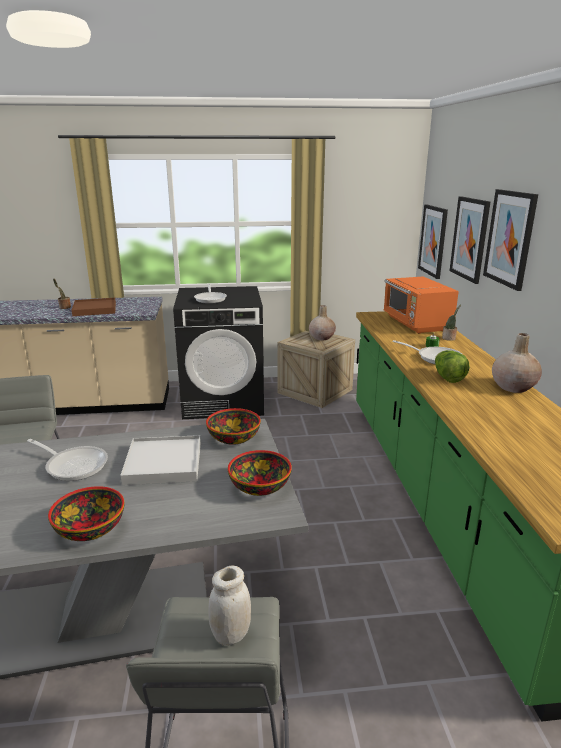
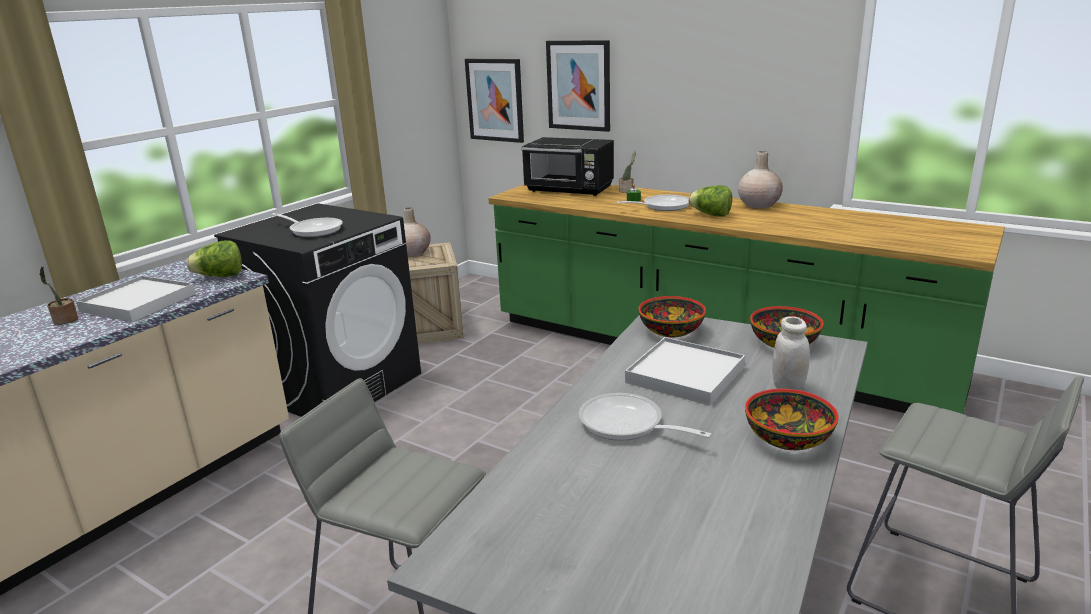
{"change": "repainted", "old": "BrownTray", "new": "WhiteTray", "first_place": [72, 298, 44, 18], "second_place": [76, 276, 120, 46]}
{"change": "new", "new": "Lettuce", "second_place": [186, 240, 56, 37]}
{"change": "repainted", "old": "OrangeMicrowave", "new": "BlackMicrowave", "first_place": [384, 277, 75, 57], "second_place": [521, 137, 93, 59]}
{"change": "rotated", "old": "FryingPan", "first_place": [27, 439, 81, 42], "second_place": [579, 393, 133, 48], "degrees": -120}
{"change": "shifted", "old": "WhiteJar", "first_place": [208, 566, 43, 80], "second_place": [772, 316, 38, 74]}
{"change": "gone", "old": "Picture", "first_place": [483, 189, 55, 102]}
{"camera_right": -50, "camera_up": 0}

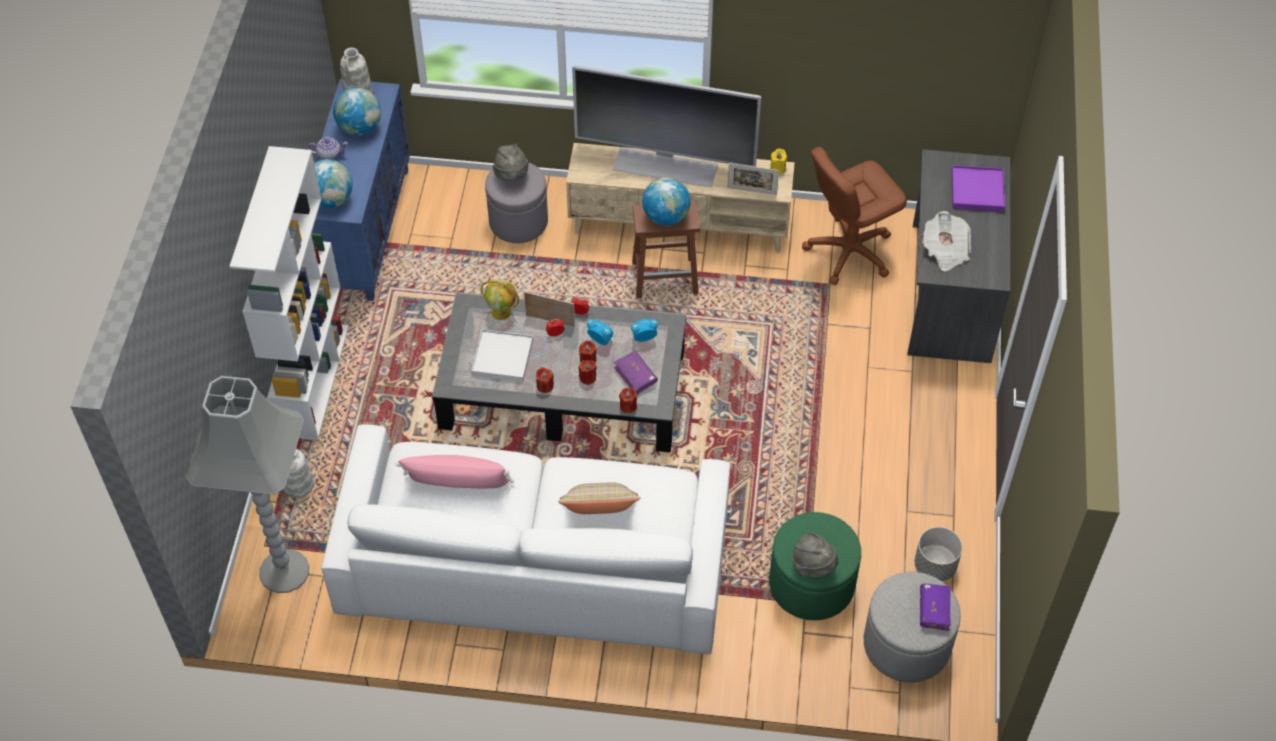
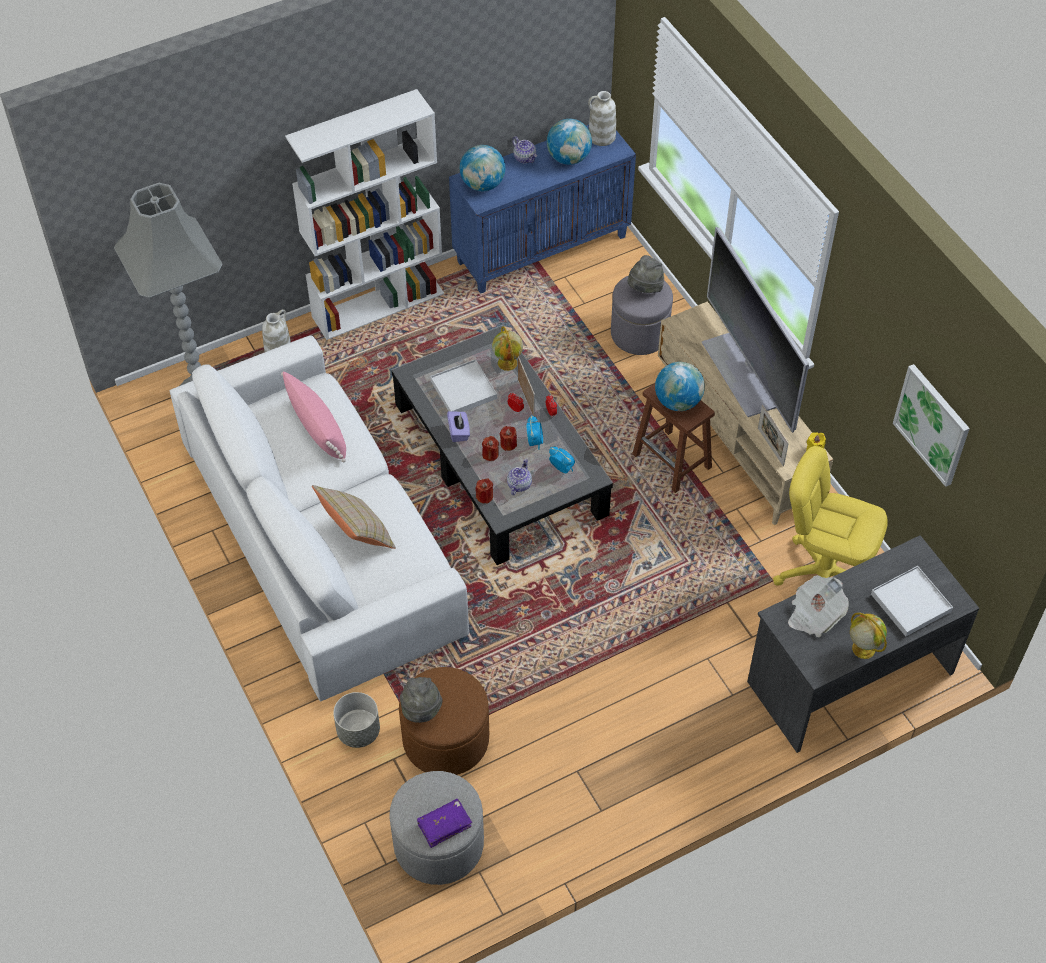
{"change": "shifted", "old": "GreyPlanter", "first_place": [915, 527, 47, 54], "second_place": [333, 692, 47, 56]}
{"change": "repainted", "old": "GreenOttoman", "new": "BrownOttoman", "first_place": [769, 512, 92, 108], "second_place": [399, 667, 90, 108]}
{"change": "swapped", "old": "RedCandle", "new": "PurpleTissueBox", "first_place": [536, 367, 18, 26], "second_place": [447, 411, 23, 31]}
{"change": "swapped", "old": "PurpleBook", "new": "Teapot", "first_place": [614, 351, 44, 44], "second_place": [507, 458, 25, 37]}
{"change": "repainted", "old": "BrownOfficeChair", "new": "YellowOfficeChair", "first_place": [802, 147, 105, 138], "second_place": [773, 446, 115, 140]}
{"change": "new", "new": "Globe", "second_place": [850, 612, 37, 47]}
{"change": "repainted", "old": "PurpleTray", "new": "WhiteTray", "first_place": [952, 165, 53, 47], "second_place": [871, 566, 82, 70]}
{"change": "new", "new": "Picture", "second_place": [893, 364, 77, 123]}
{"camera_right": 55, "camera_up": 0}

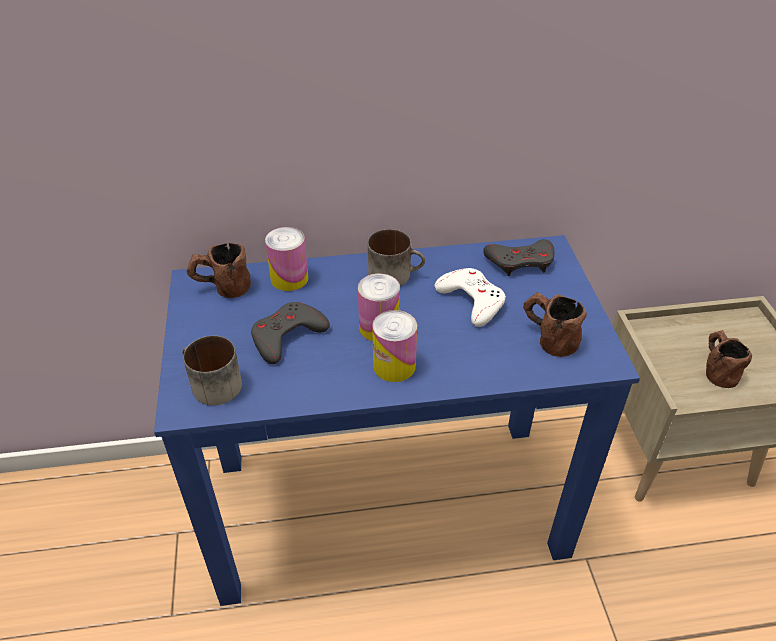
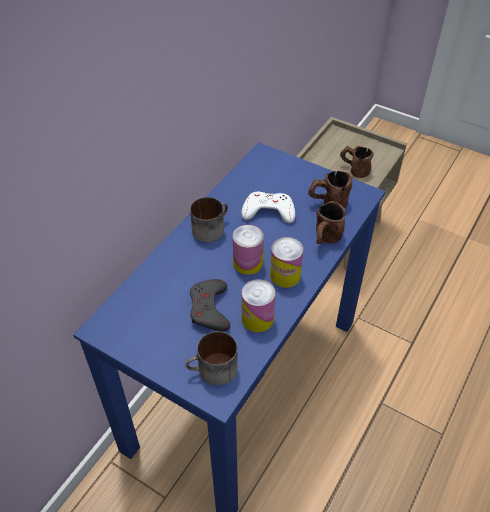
{"change": "shifted", "old": "Can", "first_place": [265, 227, 43, 64], "second_place": [242, 279, 33, 53]}
{"change": "shifted", "old": "BrownMug", "first_place": [187, 243, 64, 55], "second_place": [316, 201, 30, 43]}
{"change": "gone", "old": "GreyGameController", "first_place": [483, 239, 71, 37]}
{"camera_right": -50, "camera_up": 5}

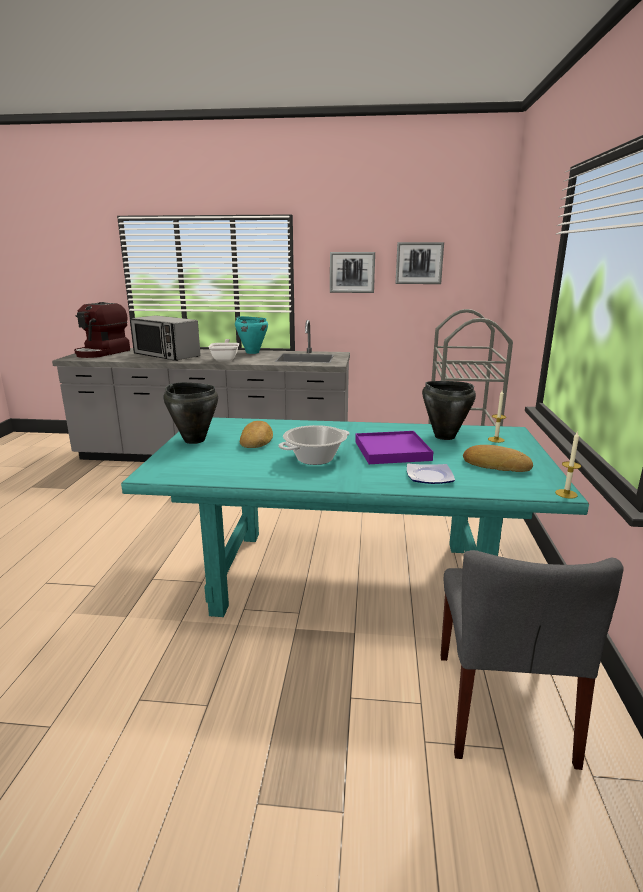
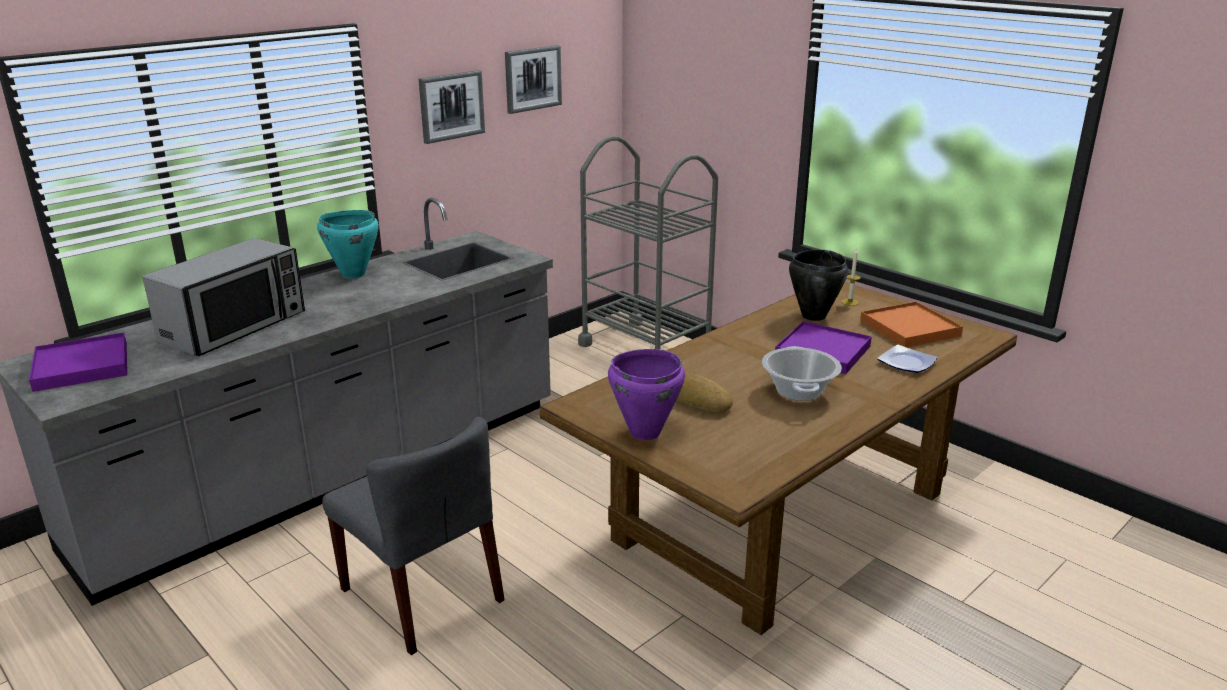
{"change": "swapped", "old": "CoffeeMachine", "new": "PurpleTray", "first_place": [74, 302, 56, 56], "second_place": [29, 332, 98, 60]}
{"change": "rotated", "old": "Microwave", "first_place": [130, 315, 71, 46], "second_place": [143, 238, 162, 118], "degrees": -45}
{"change": "shifted", "old": "GreyChair", "first_place": [441, 550, 183, 220], "second_place": [322, 417, 183, 238]}
{"change": "repainted", "old": "TurquoiseDiningTable", "new": "BrownDiningTable", "first_place": [121, 417, 468, 200], "second_place": [540, 282, 477, 353]}
{"change": "repainted", "old": "BlackCookingPot", "new": "PurpleCookingPot", "first_place": [163, 382, 55, 62], "second_place": [608, 349, 77, 91]}
{"change": "swapped", "old": "Bread", "new": "OrangeTray", "first_place": [463, 445, 70, 27], "second_place": [860, 301, 103, 47]}
{"change": "gone", "old": "FryingPan", "first_place": [208, 339, 31, 22]}
{"change": "gone", "old": "Candle", "first_place": [555, 431, 26, 68]}
{"camera_right": -50, "camera_up": 5}

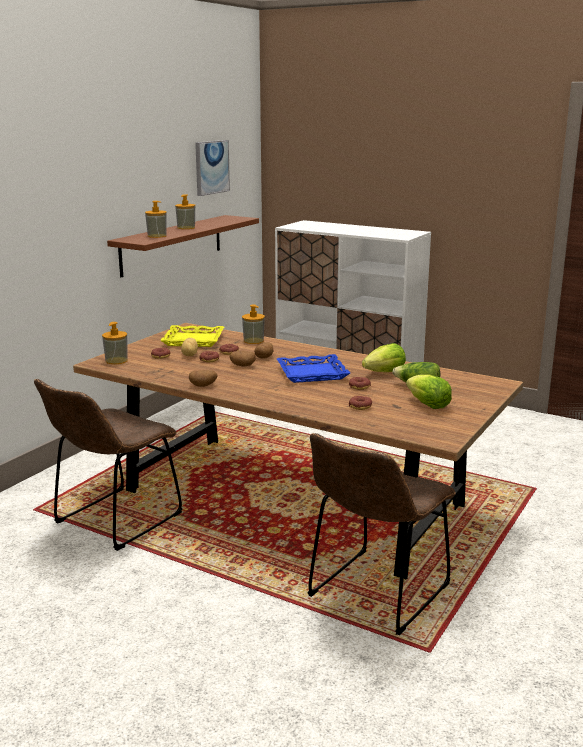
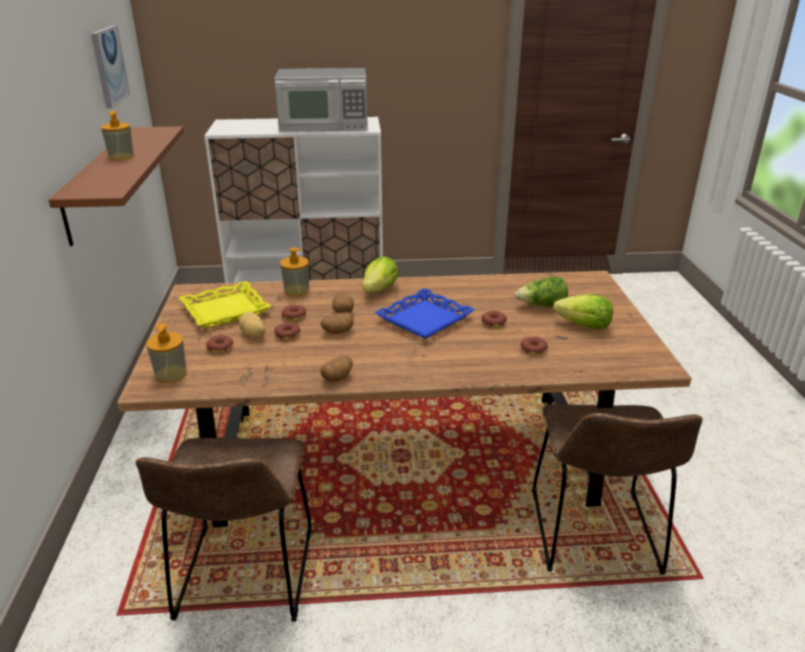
{"change": "new", "new": "Microwave", "second_place": [274, 68, 94, 64]}
{"change": "shifted", "old": "Lettuce", "first_place": [362, 343, 44, 29], "second_place": [363, 256, 36, 37]}
{"change": "gone", "old": "SoapDispenser", "first_place": [145, 201, 22, 37]}
{"camera_right": -35, "camera_up": 10}

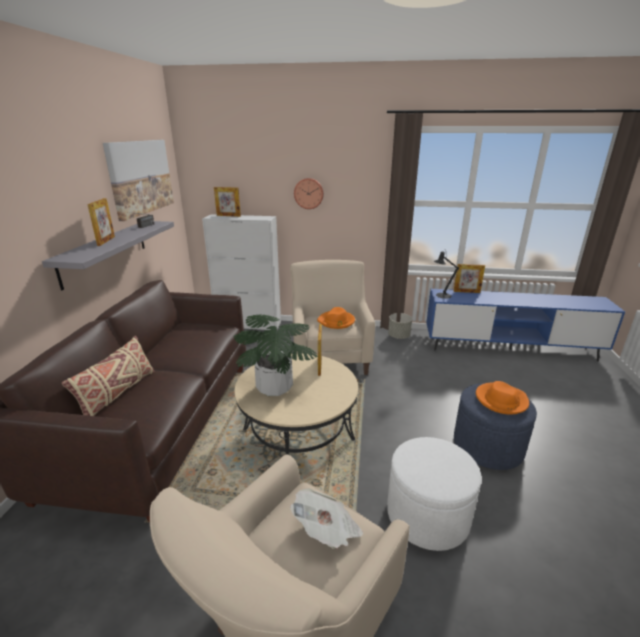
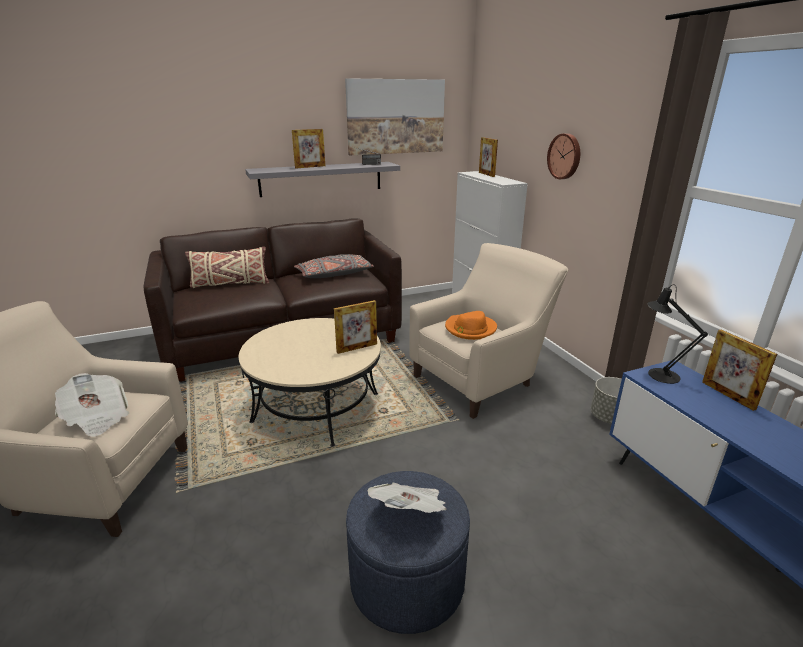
{"change": "new", "new": "GreyPillow", "second_place": [294, 254, 80, 24]}
{"change": "swapped", "old": "OrangeHat", "new": "Newspaper", "first_place": [476, 381, 53, 34], "second_place": [368, 482, 78, 31]}
{"change": "gone", "old": "PottedPlant", "first_place": [233, 315, 85, 81]}
{"change": "gone", "old": "WhiteOttoman", "first_place": [387, 437, 95, 114]}
{"camera_right": 60, "camera_up": 0}

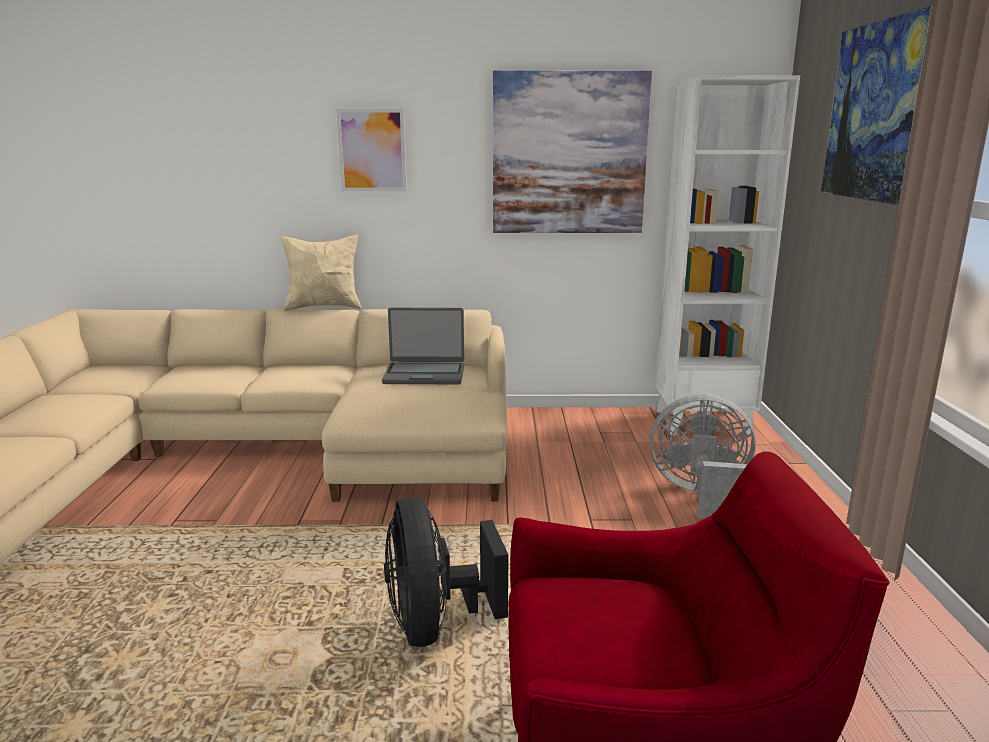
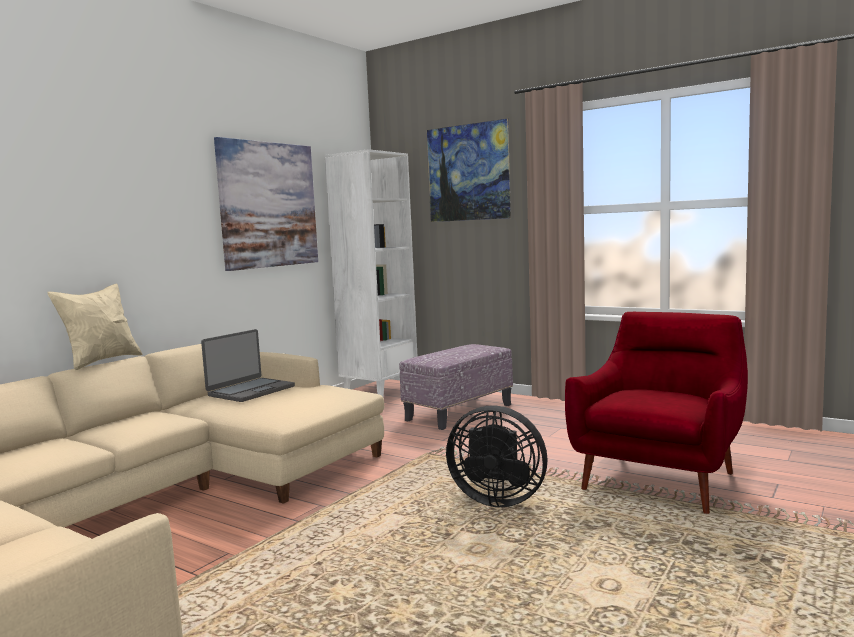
{"change": "swapped", "old": "GreyFan", "new": "Ottoman", "first_place": [649, 394, 107, 124], "second_place": [399, 344, 114, 86]}
{"change": "gone", "old": "Picture", "first_place": [336, 109, 71, 82]}
{"camera_right": -55, "camera_up": -10}

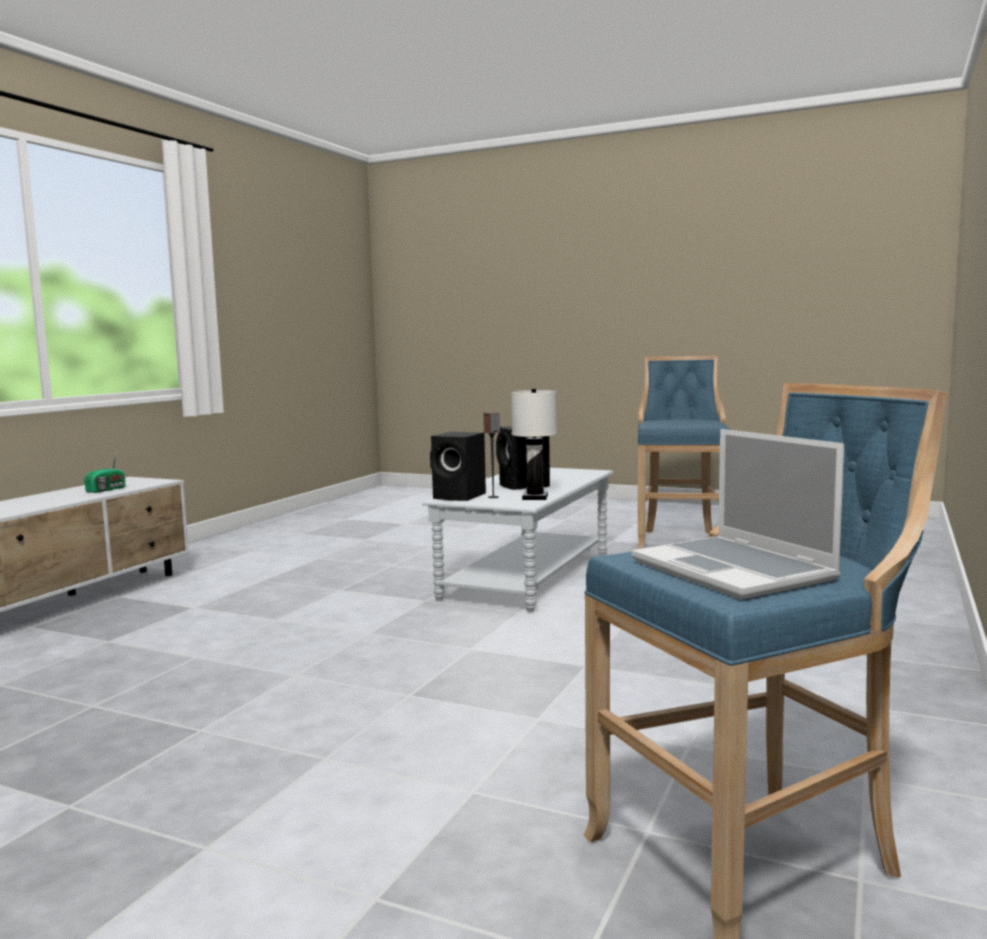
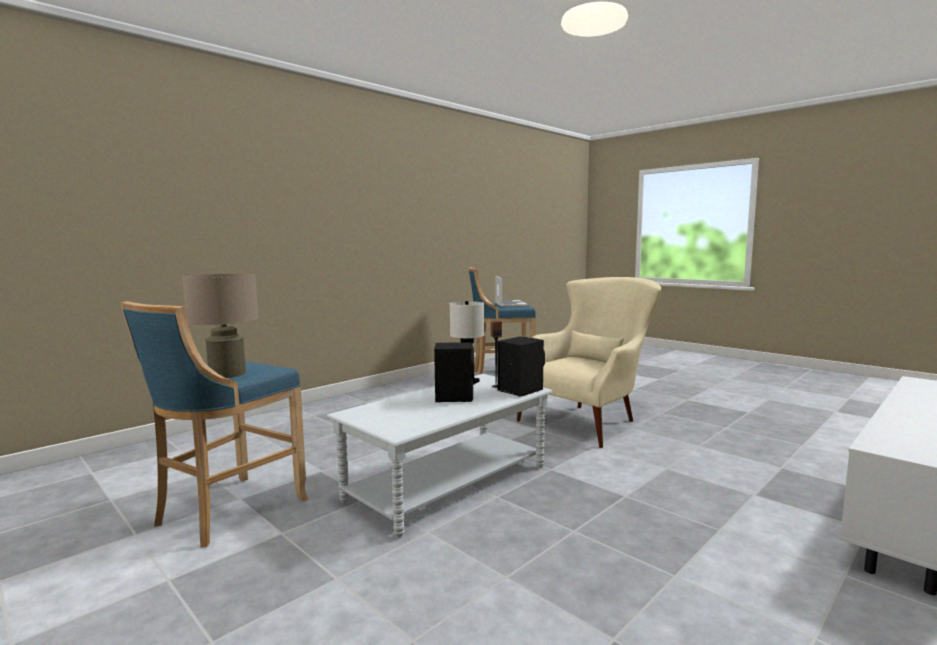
{"change": "new", "new": "BeigeTableLamp", "second_place": [182, 274, 76, 104]}
{"change": "new", "new": "BeigeArmchair", "second_place": [517, 277, 144, 171]}
{"change": "gone", "old": "Radio", "first_place": [84, 454, 42, 39]}
{"camera_right": -160, "camera_up": 0}

